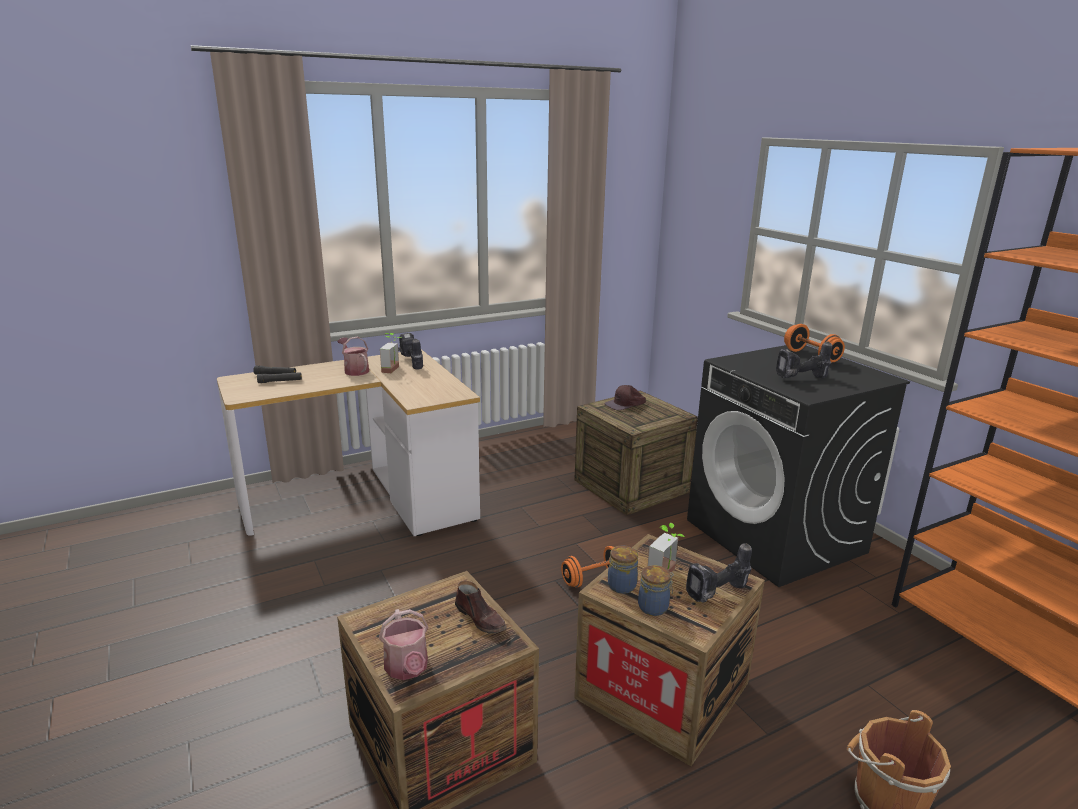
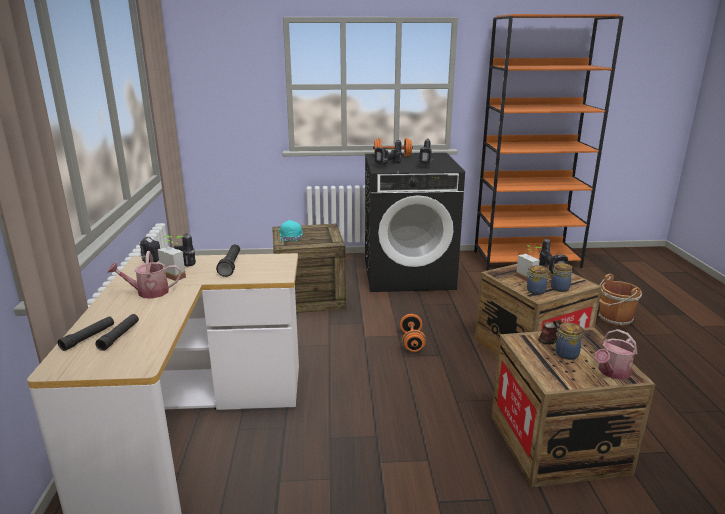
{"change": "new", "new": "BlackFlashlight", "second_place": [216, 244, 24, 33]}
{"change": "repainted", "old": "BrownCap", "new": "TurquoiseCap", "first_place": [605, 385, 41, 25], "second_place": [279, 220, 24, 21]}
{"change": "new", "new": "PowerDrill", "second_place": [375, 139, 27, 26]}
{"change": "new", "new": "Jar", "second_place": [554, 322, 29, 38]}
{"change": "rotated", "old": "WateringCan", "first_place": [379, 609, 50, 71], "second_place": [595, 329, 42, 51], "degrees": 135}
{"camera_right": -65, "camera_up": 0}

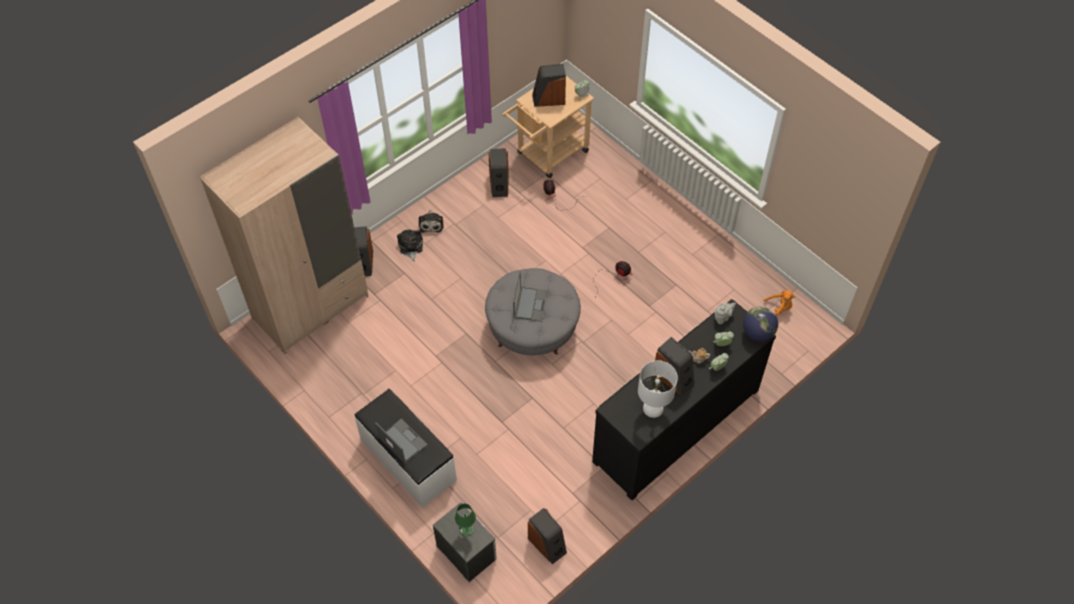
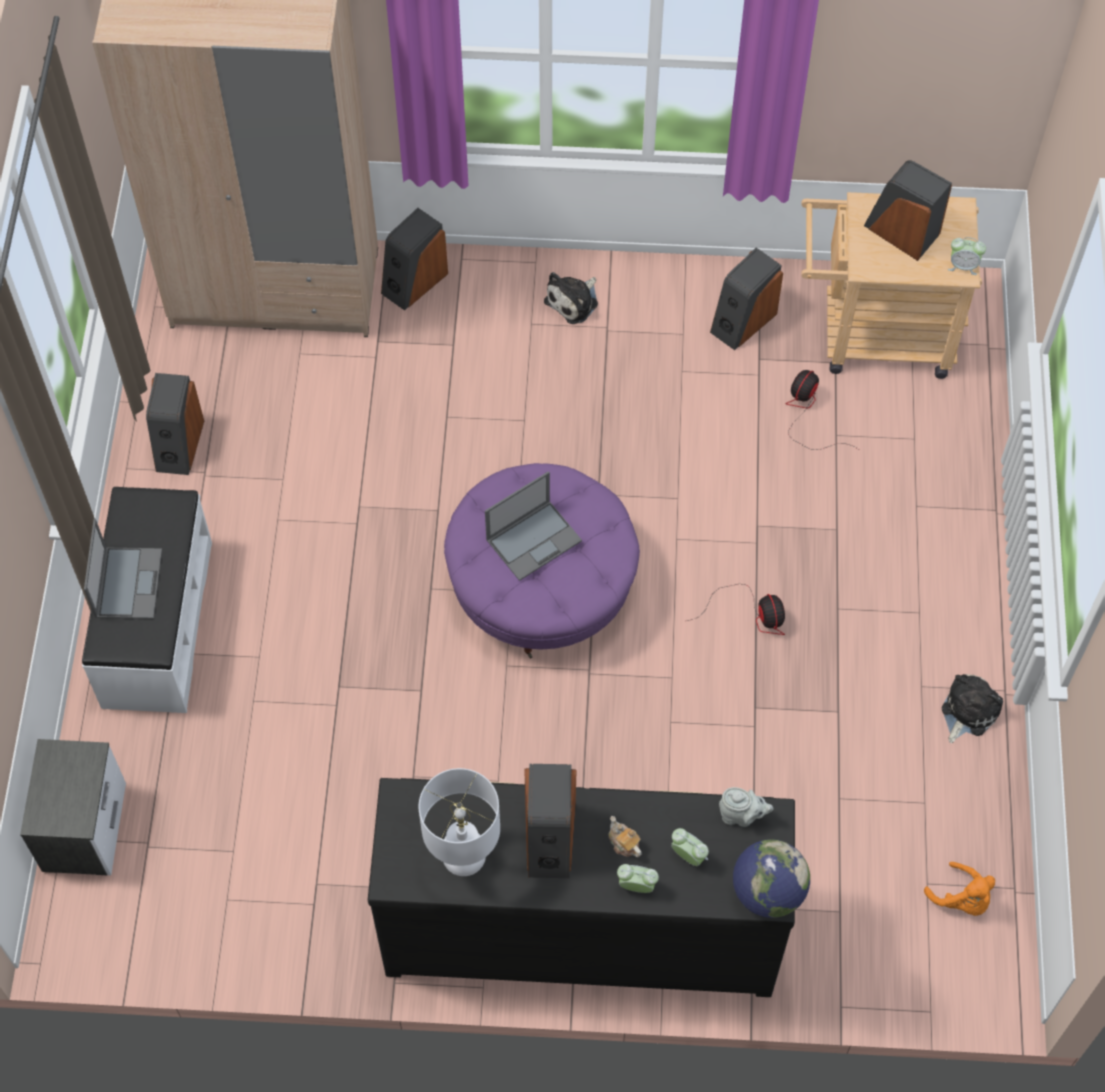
{"change": "shifted", "old": "Speaker", "first_place": [528, 508, 39, 56], "second_place": [146, 373, 58, 102]}
{"change": "repainted", "old": "GreyOttoman", "new": "PurpleOttoman", "first_place": [485, 268, 96, 87], "second_place": [444, 463, 196, 195]}
{"change": "shifted", "old": "PlushToy", "first_place": [397, 229, 26, 32], "second_place": [942, 674, 61, 69]}
{"change": "gone", "old": "GreenTableLamp", "first_place": [455, 504, 21, 32]}
{"camera_right": 45, "camera_up": 5}

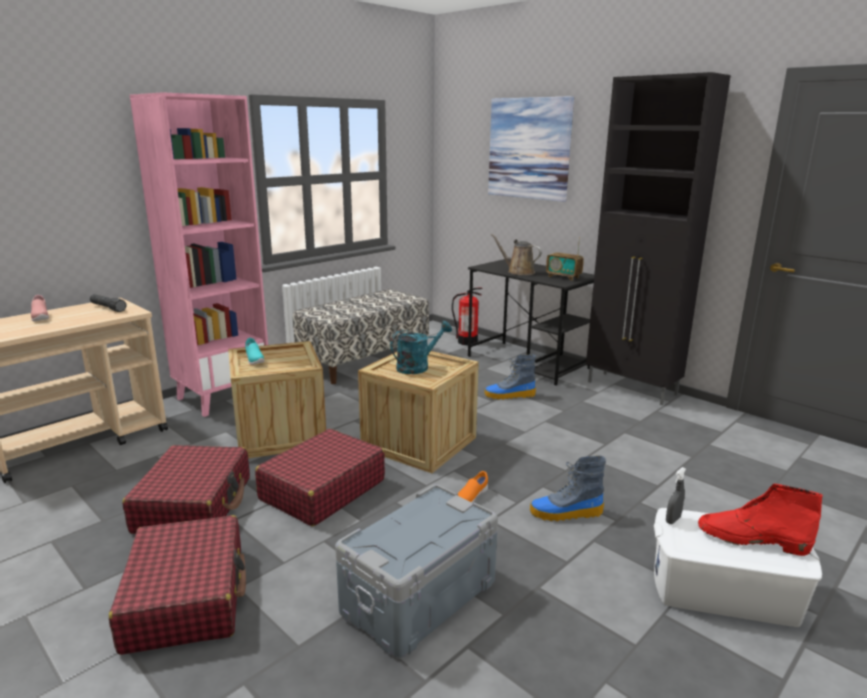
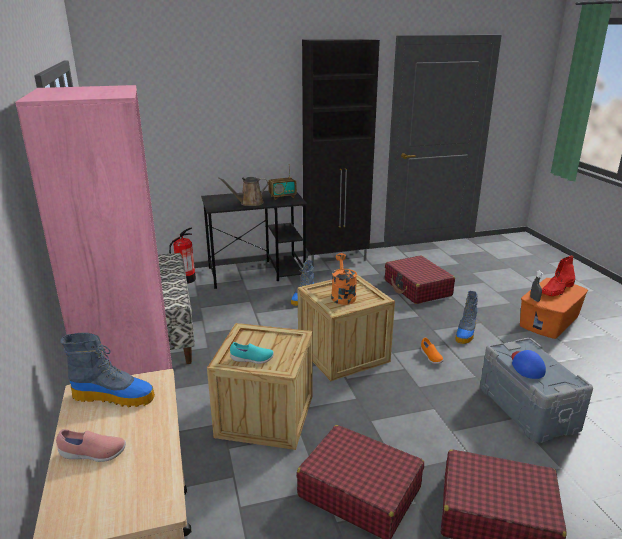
{"change": "swapped", "old": "BlackFlashlight", "new": "Boot", "first_place": [90, 294, 37, 18], "second_place": [60, 333, 95, 74]}
{"change": "repainted", "old": "TurquoiseWateringCan", "new": "OrangeWateringCan", "first_place": [390, 321, 62, 53], "second_place": [331, 253, 26, 52]}
{"change": "shifted", "old": "RedSuitcase", "first_place": [255, 429, 130, 97], "second_place": [385, 255, 70, 49]}
{"change": "new", "new": "BlueCap", "second_place": [512, 350, 34, 29]}
{"change": "repainted", "old": "WhiteStorageBox", "new": "OrangeStorageBox", "first_place": [654, 508, 168, 119], "second_place": [520, 278, 68, 61]}
{"change": "gone", "old": "Picture", "first_place": [488, 96, 86, 106]}
{"camera_right": -60, "camera_up": 5}

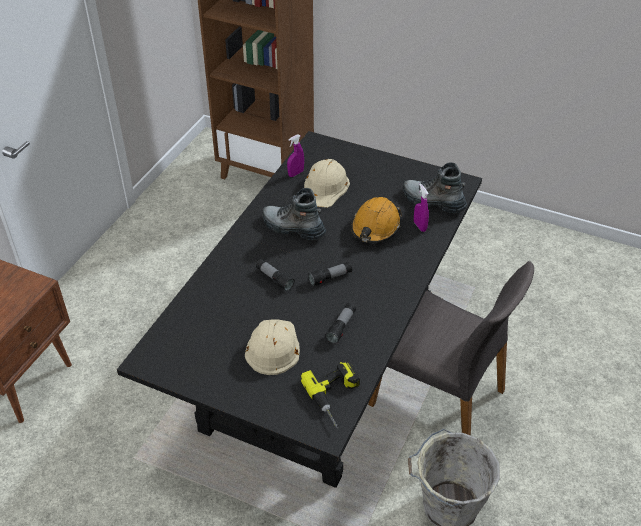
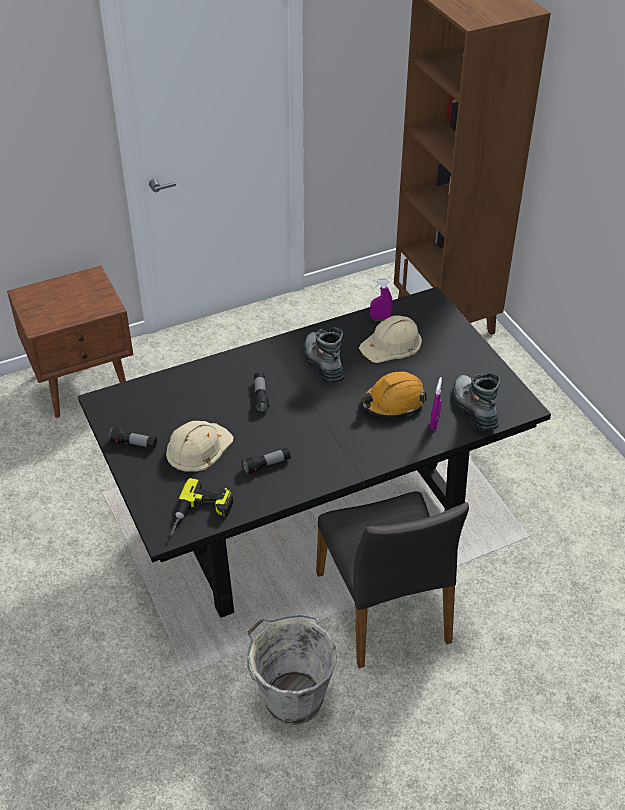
{"change": "shifted", "old": "Flashlight", "first_place": [308, 262, 44, 25], "second_place": [109, 427, 48, 22]}
{"camera_right": 40, "camera_up": 0}

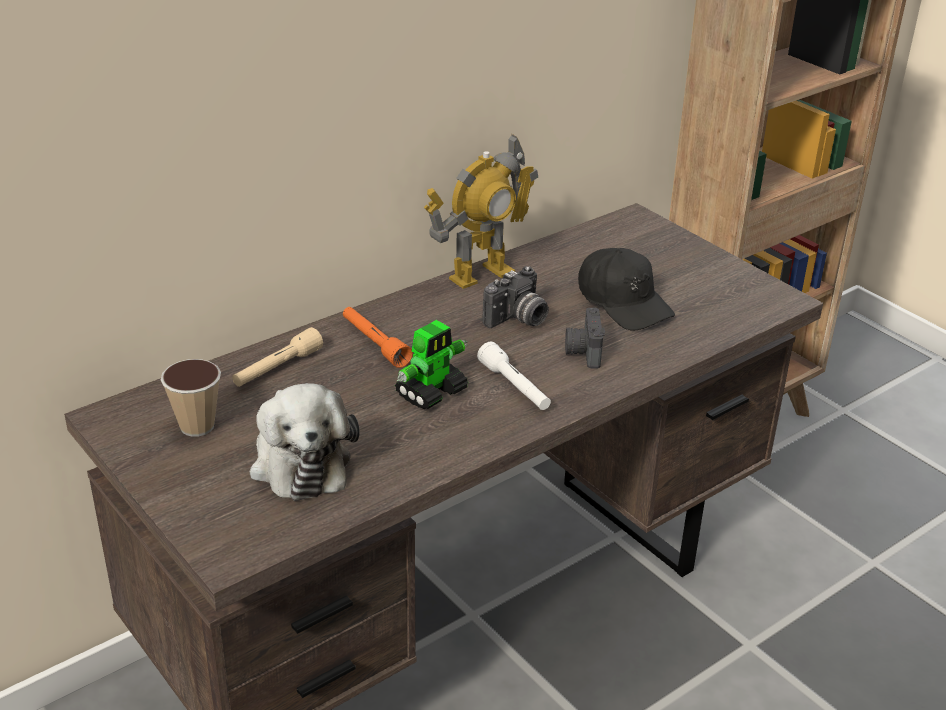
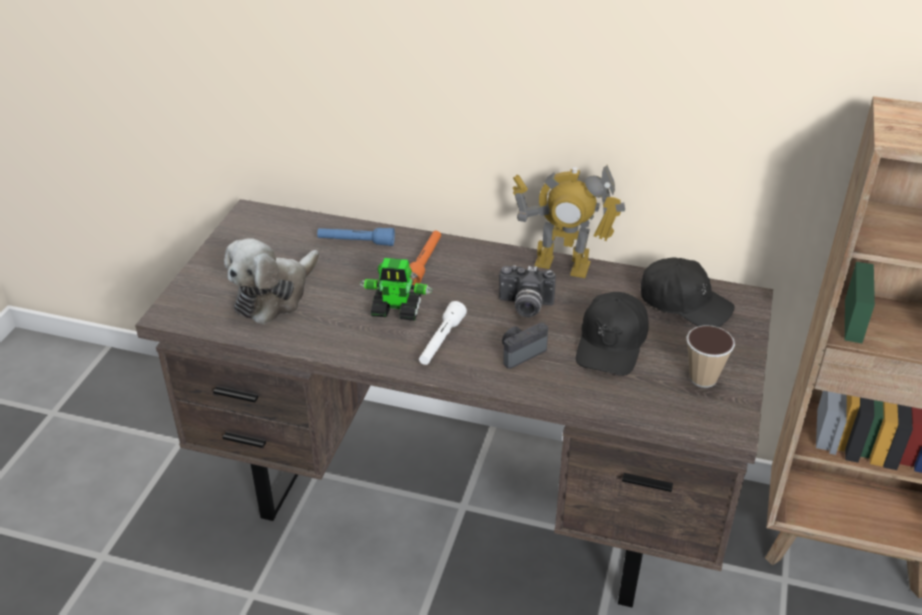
{"change": "repainted", "old": "BeigeFlashlight", "new": "BlueFlashlight", "first_place": [232, 327, 91, 60], "second_place": [317, 228, 78, 18]}
{"change": "new", "new": "BlackCap", "second_place": [641, 257, 94, 70]}
{"change": "shifted", "old": "Cup", "first_place": [161, 359, 60, 78], "second_place": [686, 325, 49, 63]}
{"camera_right": 55, "camera_up": 5}

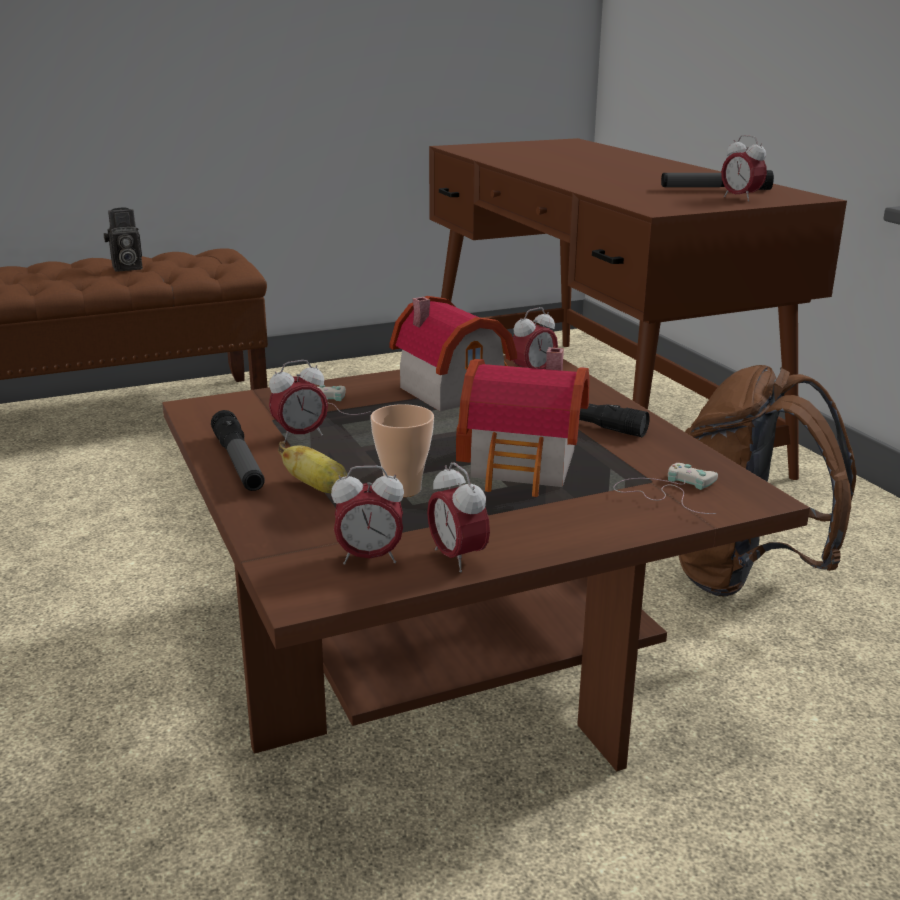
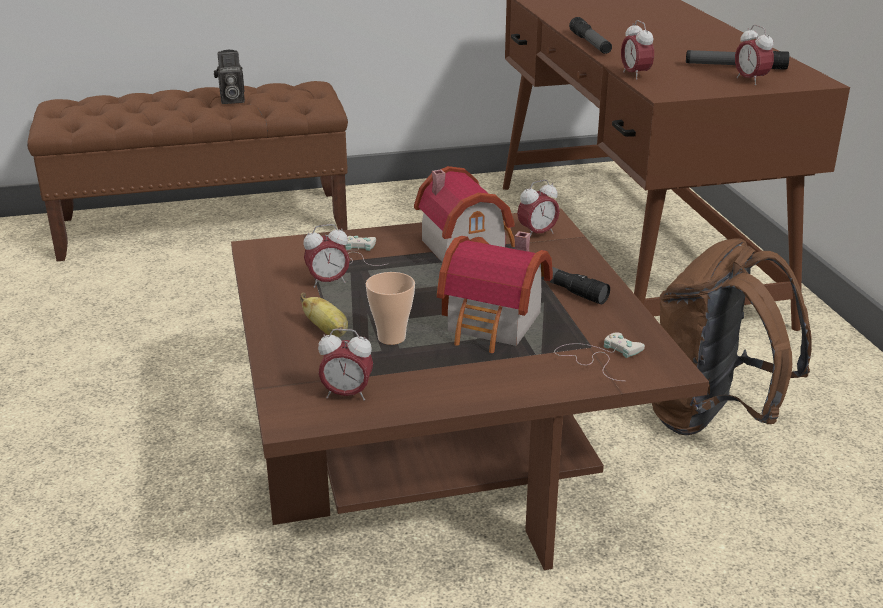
{"change": "shifted", "old": "Flashlight", "first_place": [211, 410, 54, 81], "second_place": [569, 17, 43, 37]}
{"change": "shifted", "old": "AlarmClock", "first_place": [427, 462, 63, 111], "second_place": [621, 20, 33, 60]}
{"camera_right": 10, "camera_up": 5}

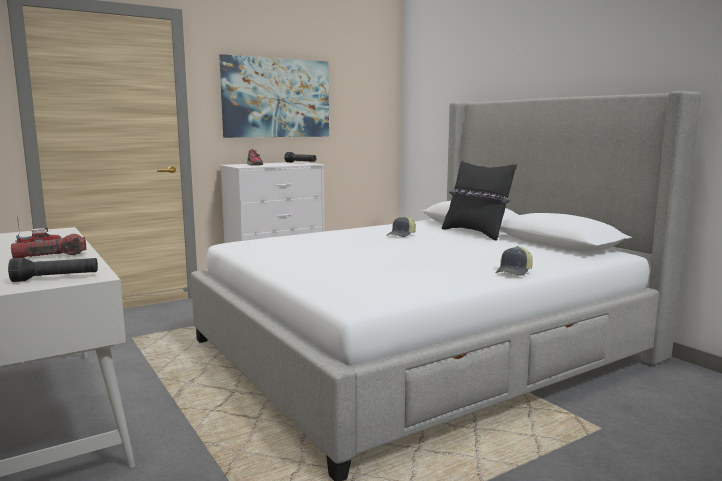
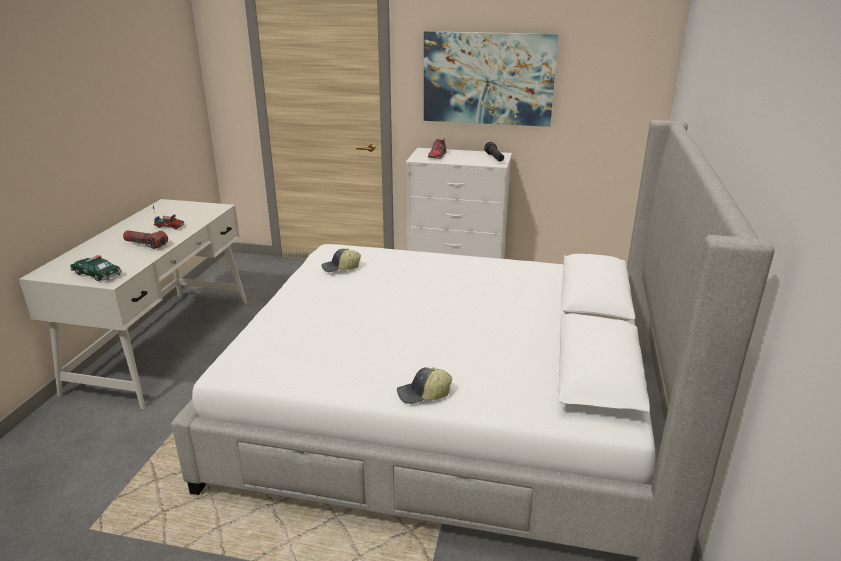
{"change": "swapped", "old": "BlackFlashlight", "new": "ToyCar", "first_place": [8, 258, 90, 24], "second_place": [70, 255, 52, 26]}
{"change": "shifted", "old": "Cap", "first_place": [386, 216, 30, 21], "second_place": [321, 248, 40, 24]}
{"change": "gone", "old": "BlackPillow", "first_place": [442, 161, 75, 80]}
{"camera_right": 45, "camera_up": 15}

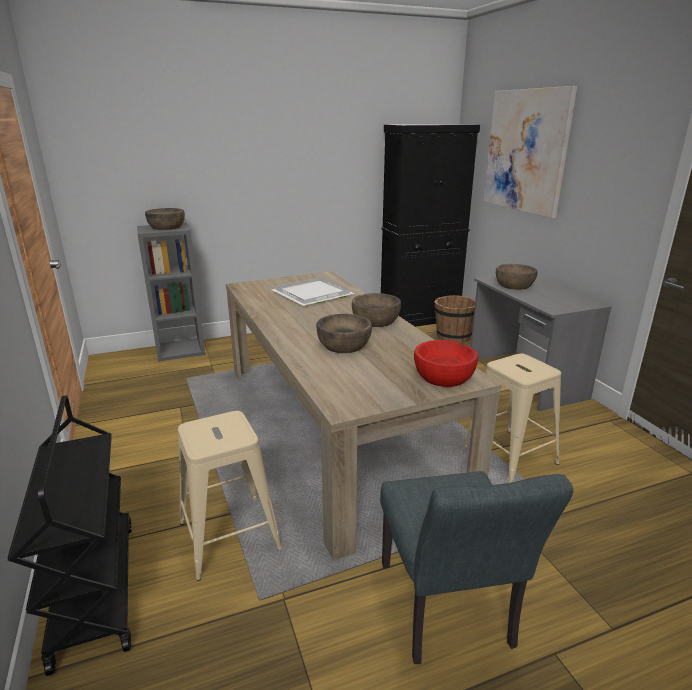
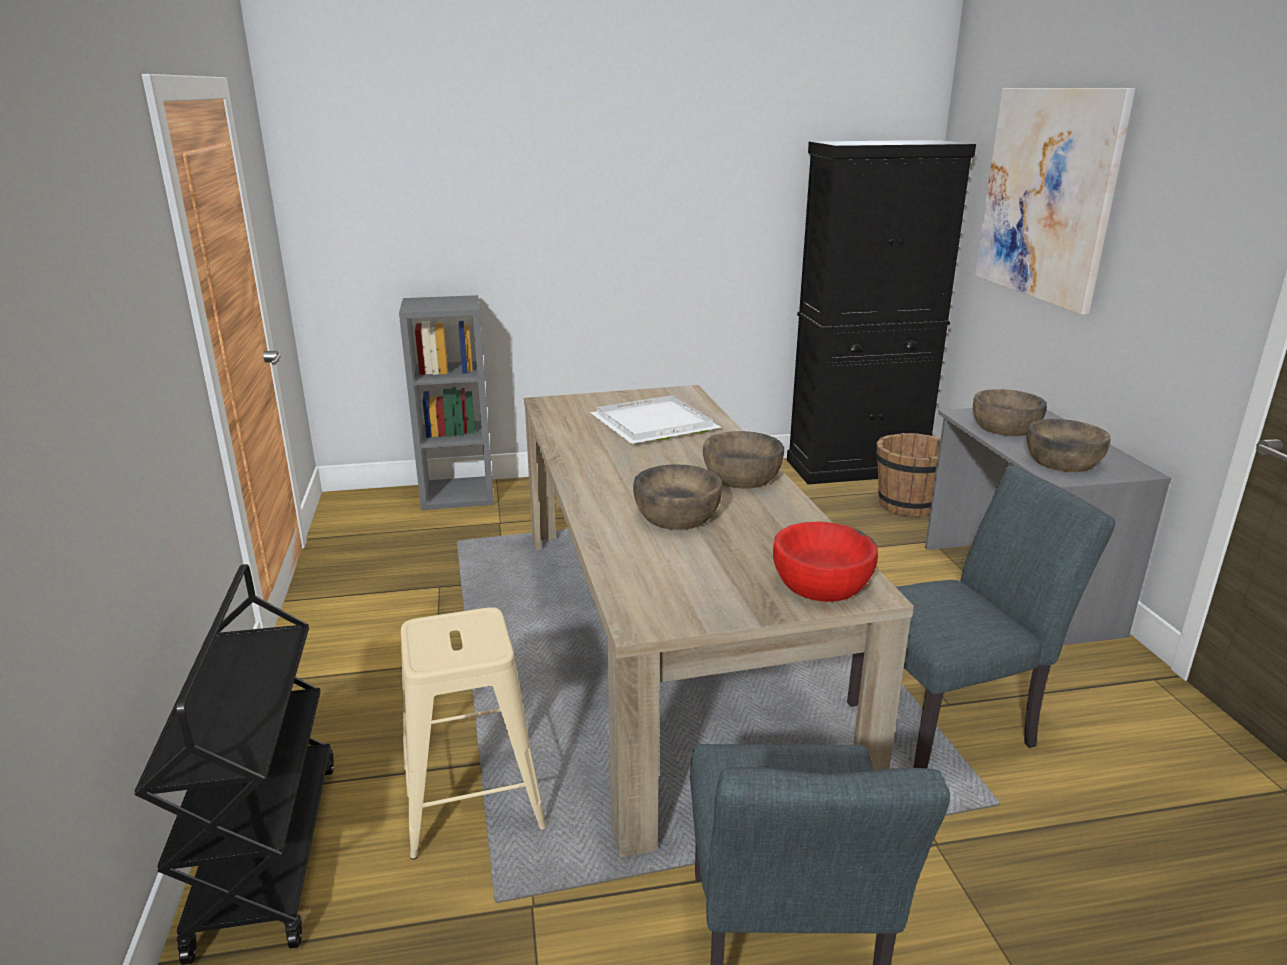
{"change": "swapped", "old": "BeigeStool", "new": "GreyChair", "first_place": [462, 353, 99, 130], "second_place": [847, 466, 268, 302]}
{"change": "shifted", "old": "BrownBowl", "first_place": [145, 208, 40, 22], "second_place": [1027, 419, 84, 53]}
{"camera_right": 10, "camera_up": 0}

